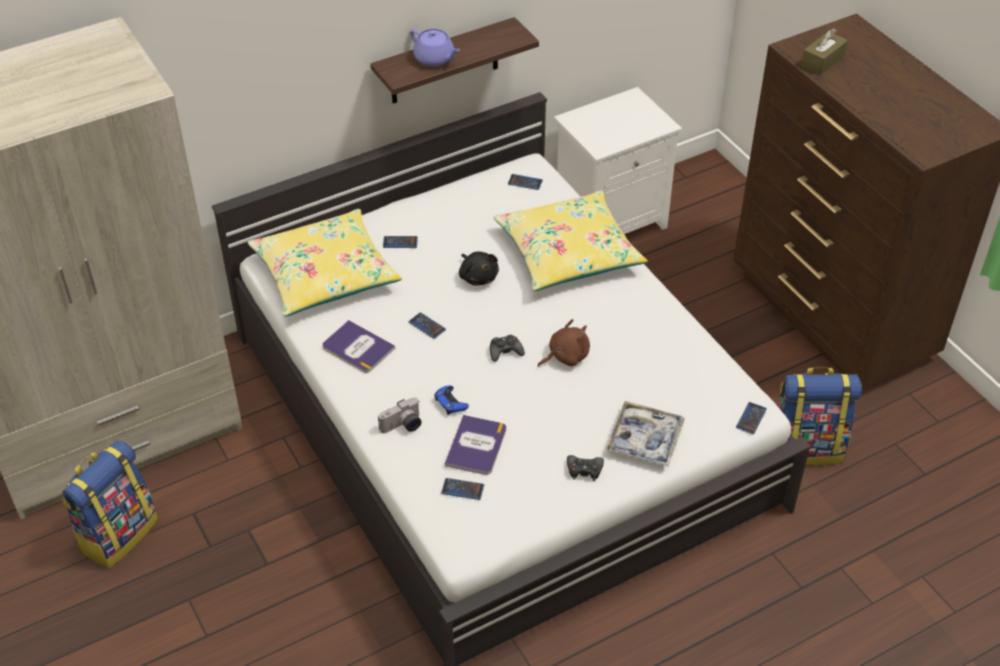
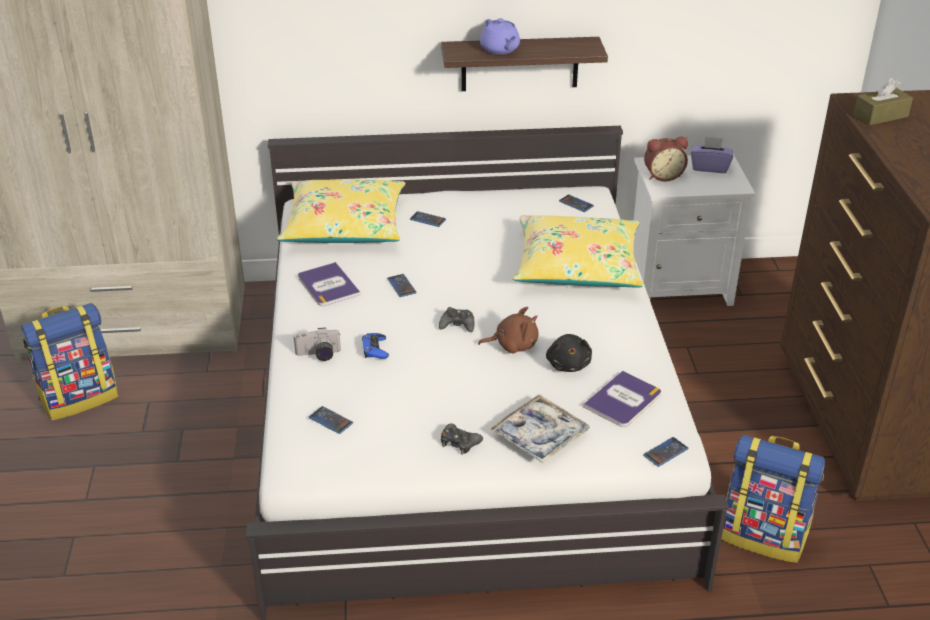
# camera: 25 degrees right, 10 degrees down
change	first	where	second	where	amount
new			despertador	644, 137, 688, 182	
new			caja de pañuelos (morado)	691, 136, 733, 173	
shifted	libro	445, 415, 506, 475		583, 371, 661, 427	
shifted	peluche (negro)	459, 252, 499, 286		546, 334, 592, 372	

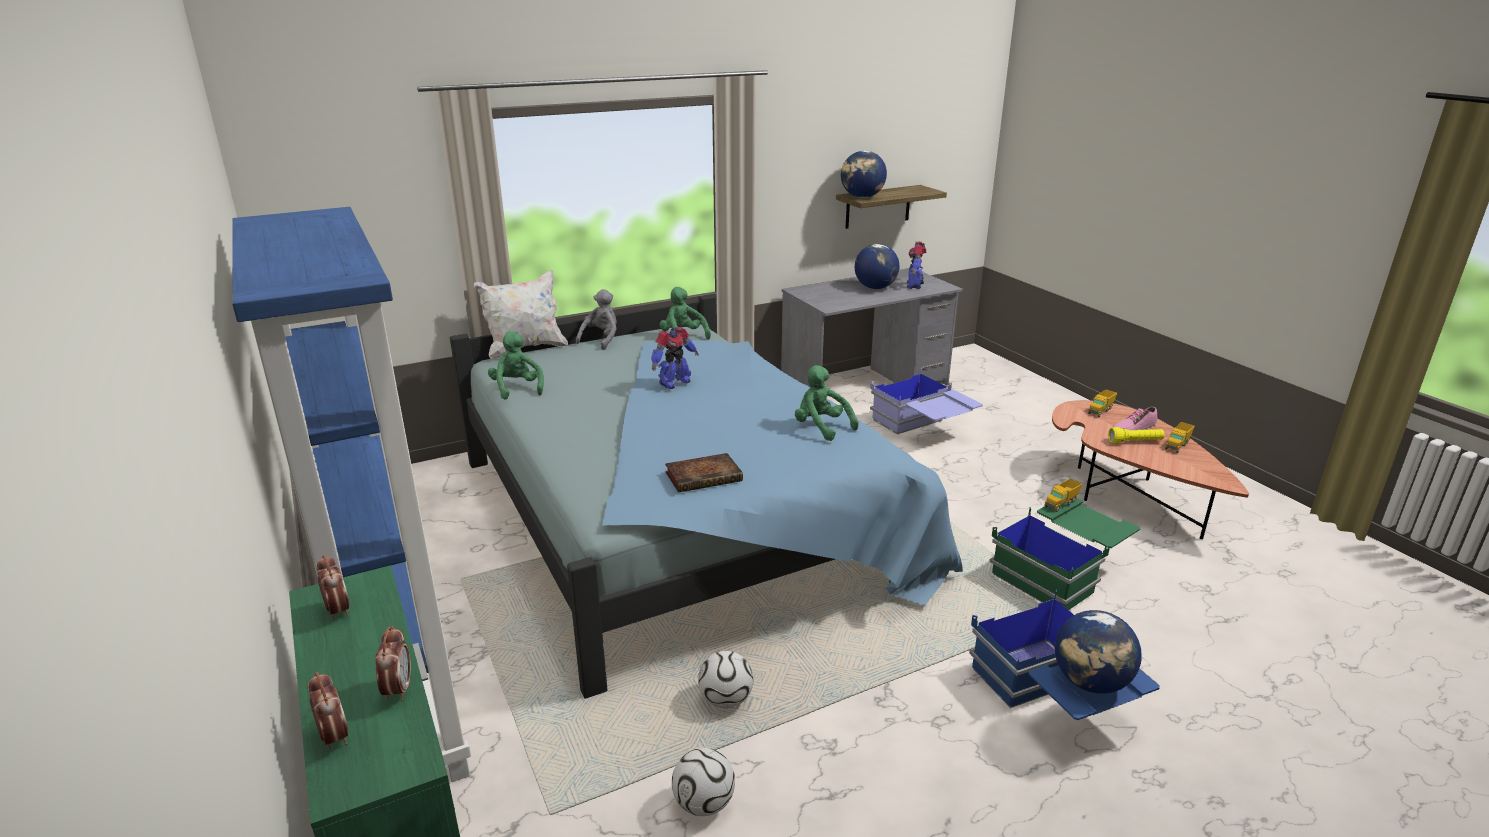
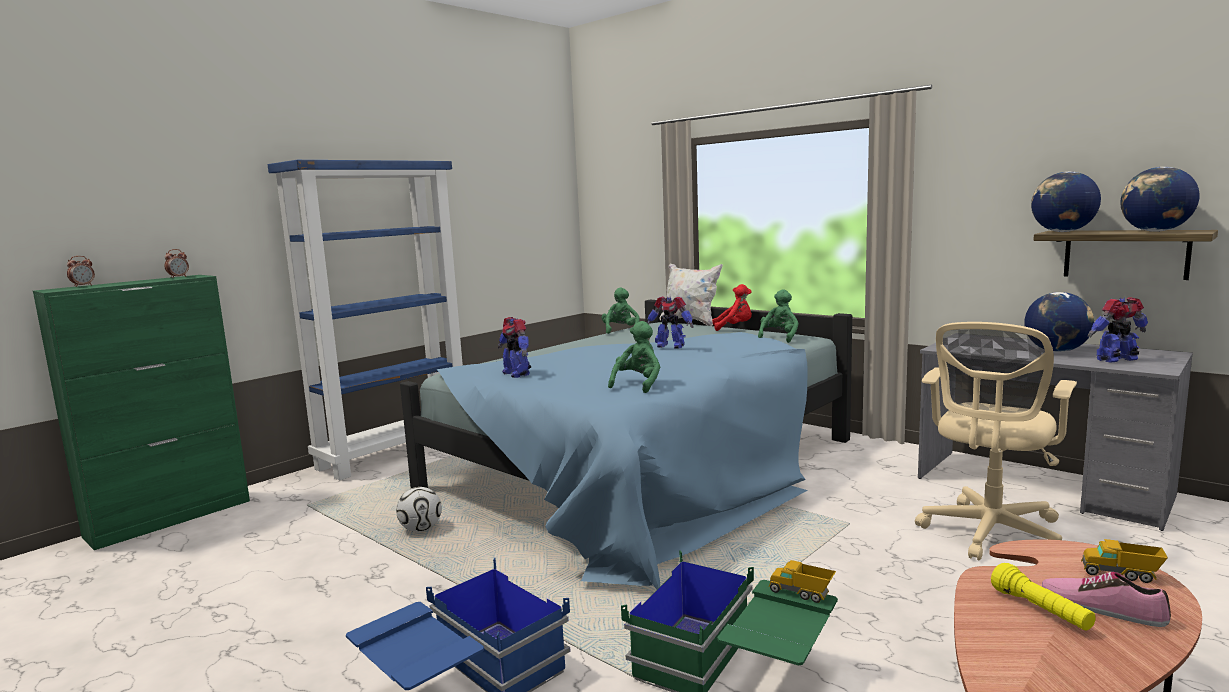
# camera: 70 degrees right, 15 degrees down
change	first	where	second	where	amount
gone	despertador	375, 626, 411, 701			
gone	balón de fútbol	672, 748, 735, 816			
gone	camión de juguete	1165, 422, 1195, 453			
shifted	globo terráqueo	1055, 610, 1142, 694		1120, 167, 1200, 232	
swapped	libro	665, 453, 743, 493	robot de juguete	498, 317, 531, 378	
swapped	caja de almacenaje (azul)	870, 368, 983, 434	silla de oficina (beis)	915, 322, 1077, 561	
repainted	peluche (gris)	576, 289, 617, 350	peluche (rojo)	712, 284, 752, 331	
rotated	peluche (verde)	488, 332, 544, 400		601, 287, 640, 334	45 degrees counterclockwise

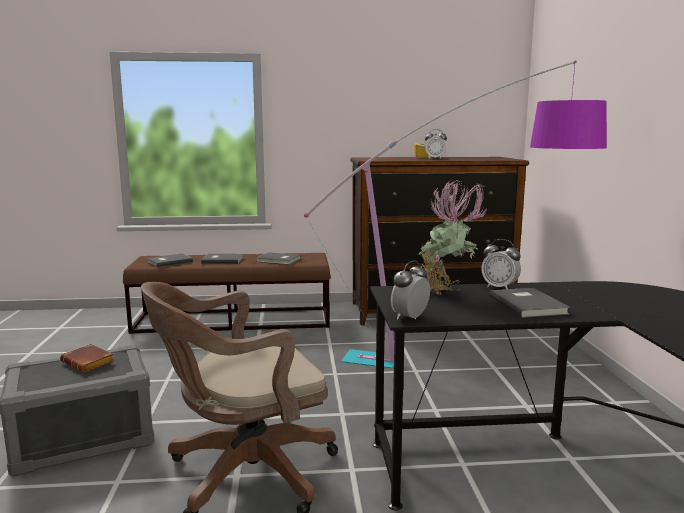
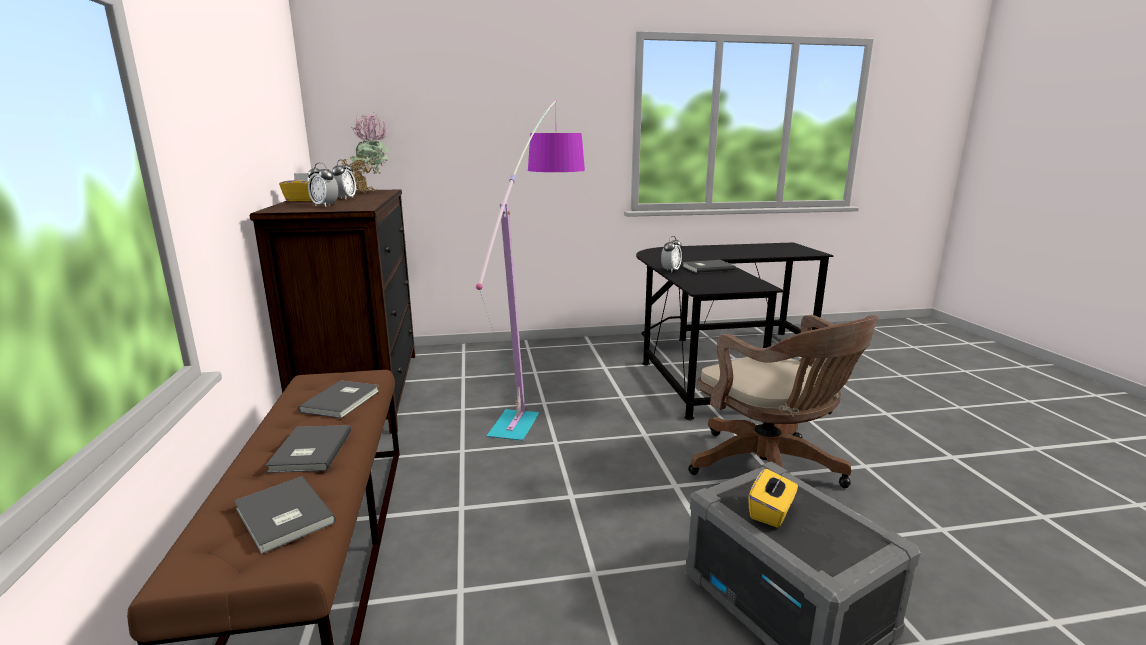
# camera: 95 degrees left, 5 degrees up
change	first	where	second	where	amount
shifted	despertador	391, 261, 430, 320		308, 162, 338, 207	
shifted	planta en maceta	419, 180, 488, 295		340, 112, 390, 193	
swapped	libro (marrón)	60, 344, 115, 373	caja de pañuelos (amarillo)	748, 469, 798, 528	

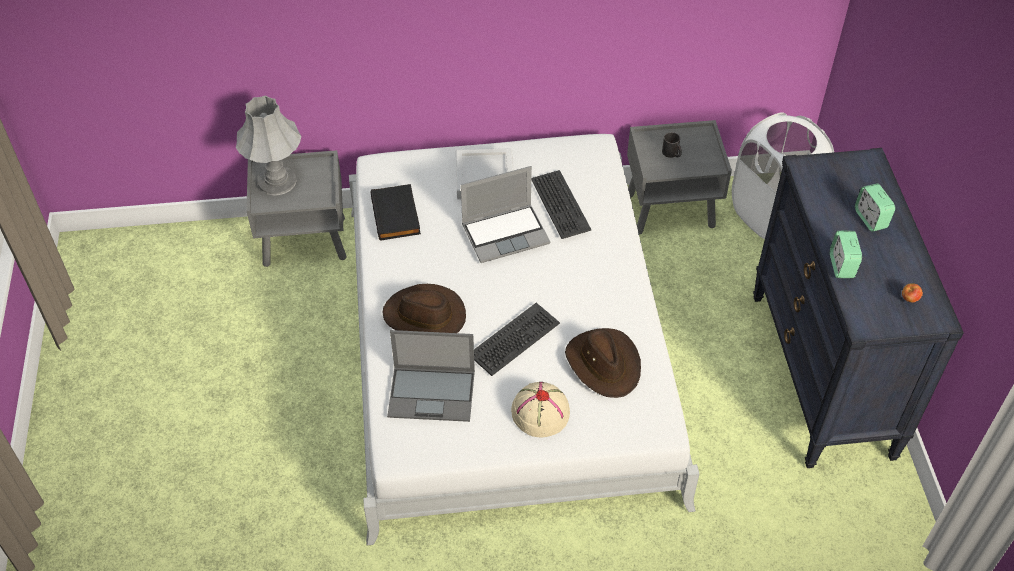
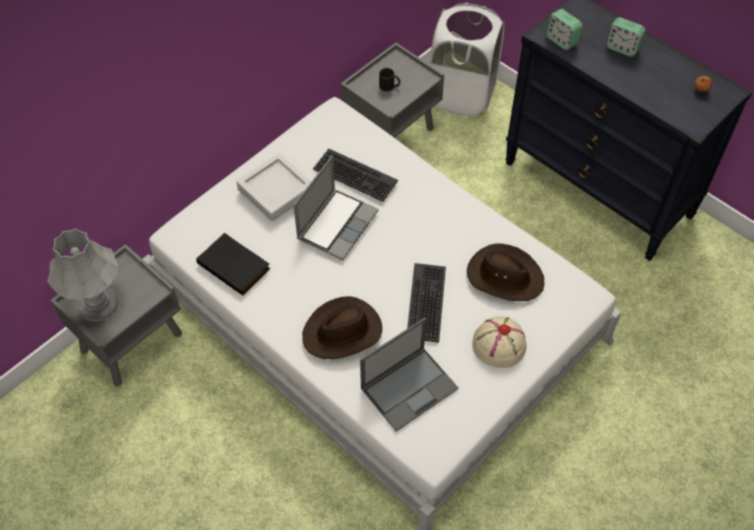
# camera: 40 degrees left, 5 degrees up
change	first	where	second	where	amount
shifted	despertador	830, 231, 862, 278		545, 9, 582, 50	

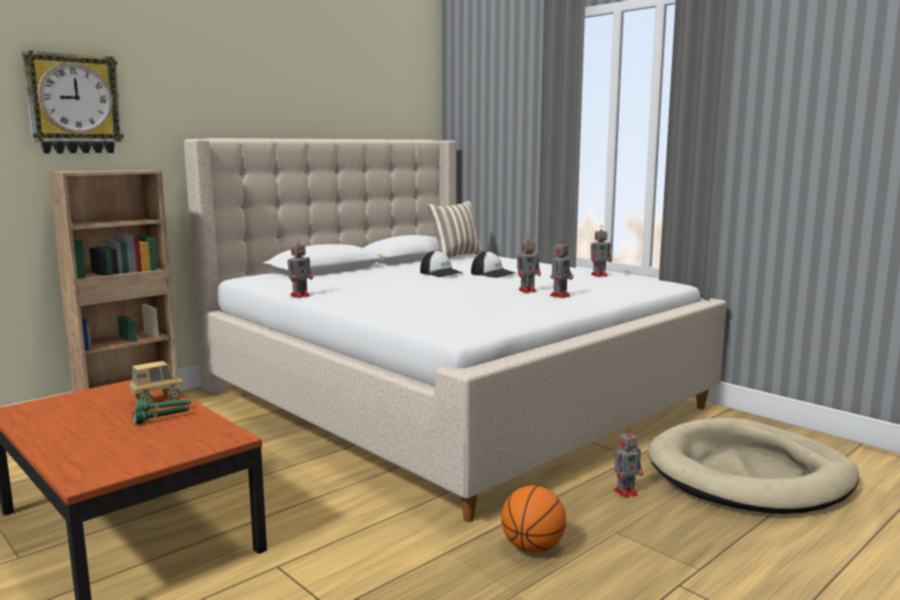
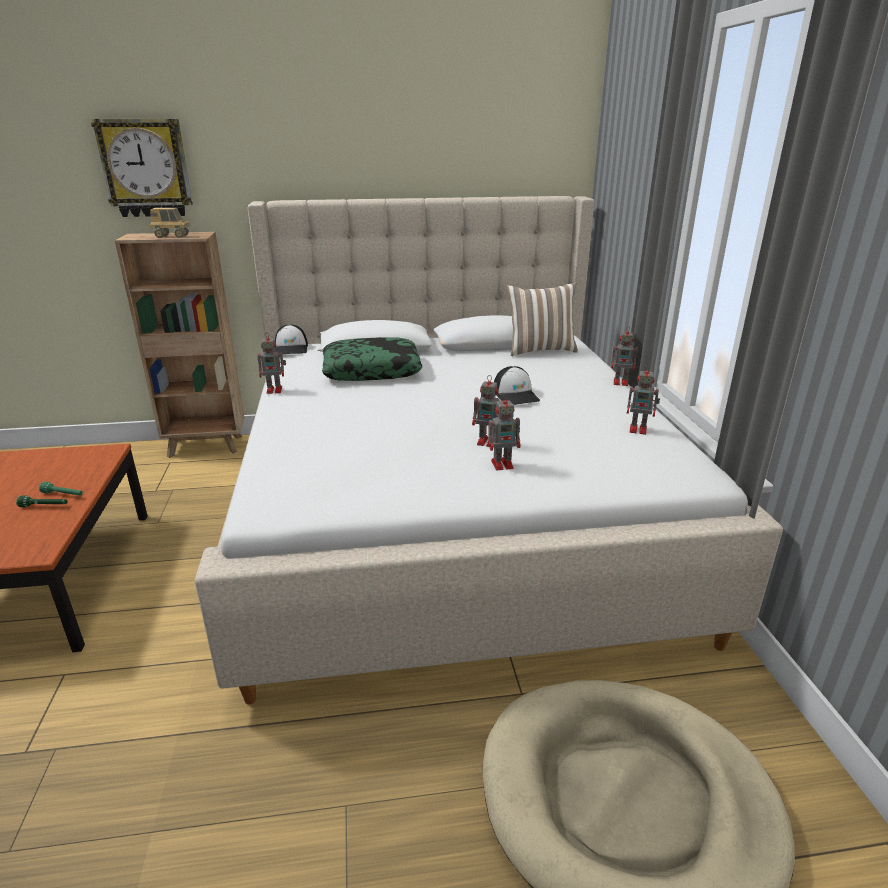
# camera: 35 degrees right, 15 degrees up
change	first	where	second	where	amount
gone	balón de baloncesto	501, 485, 566, 553			
new			cojín	322, 337, 422, 381	
shifted	camión de juguete	130, 361, 183, 403		150, 208, 190, 238	
shifted	gorra	420, 250, 463, 277		275, 325, 308, 354	
shifted	robot de juguete	614, 428, 643, 498		611, 326, 638, 386	

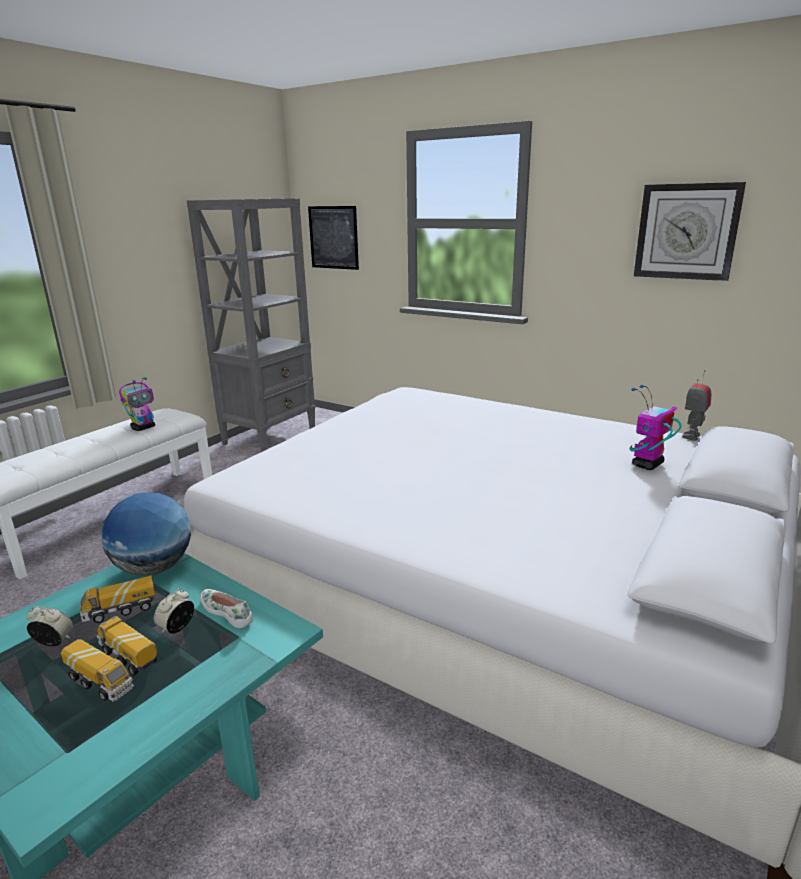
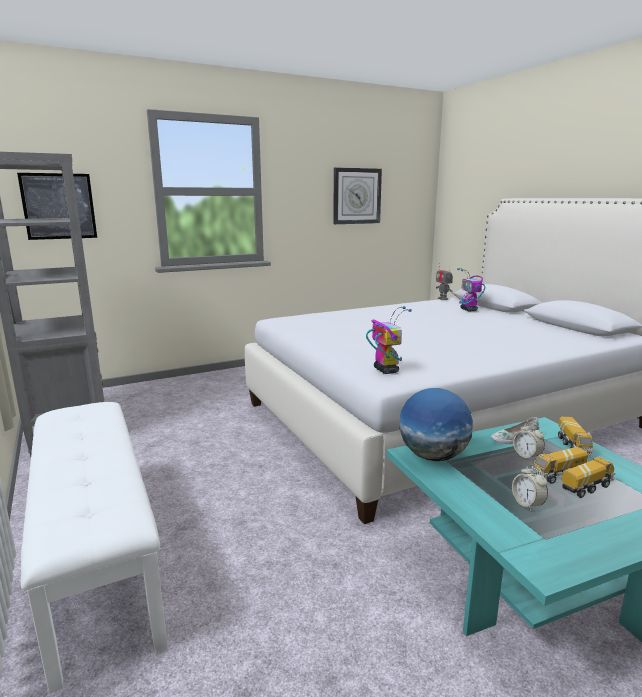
# camera: 60 degrees left, 5 degrees down
change	first	where	second	where	amount
shifted	camión de juguete	80, 576, 155, 623		558, 417, 594, 457	
shifted	robot de juguete	119, 377, 155, 431		366, 306, 412, 374	
rotated	despertador	26, 606, 73, 647		512, 464, 548, 511	60 degrees counterclockwise

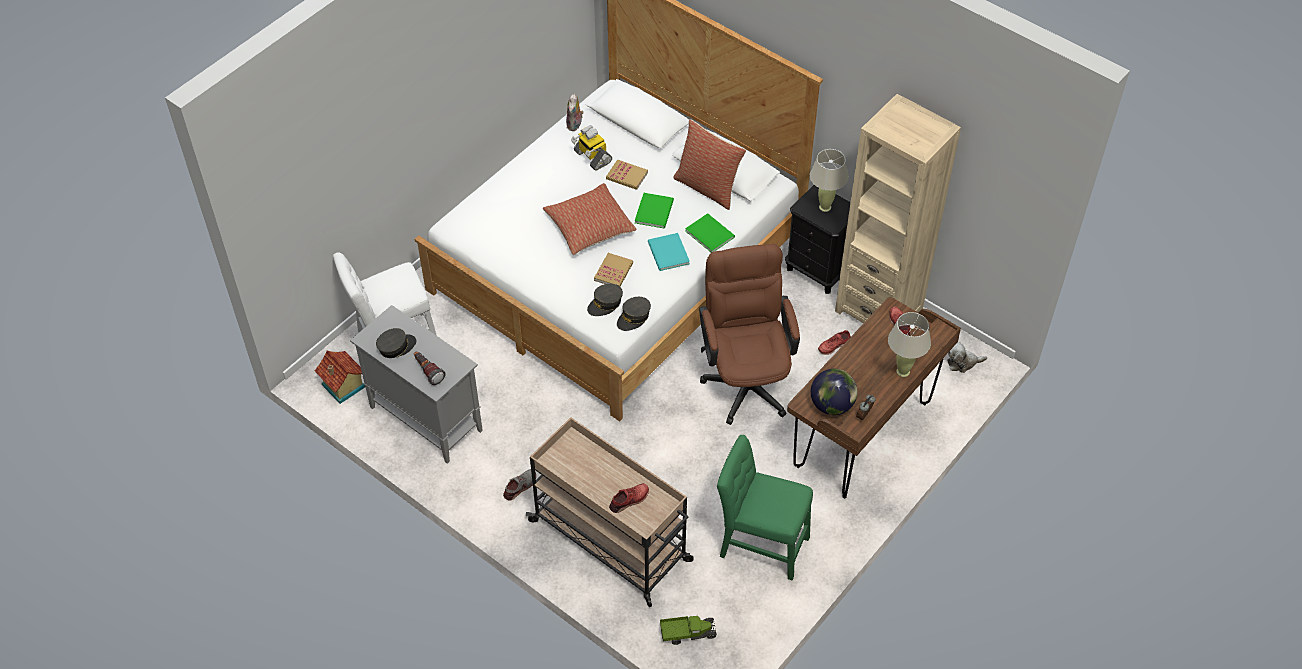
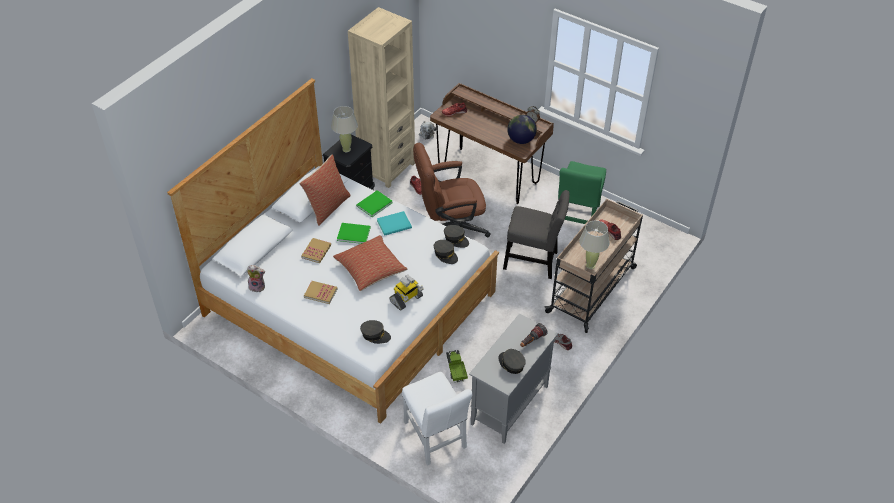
# camera: 95 degrees left, 5 degrees down
change	first	where	second	where	amount
gone	casita	314, 350, 365, 404			
new			gorra (gris)	360, 320, 391, 344	
new			silla (gris)	503, 190, 569, 279	
shifted	robot de juguete	571, 125, 612, 171		389, 275, 424, 311	
shifted	libro	594, 253, 633, 286		304, 281, 338, 304	
shifted	camión de juguete	660, 614, 717, 645		446, 350, 468, 382	
shifted	lámpara de mesa (beis)	888, 312, 931, 377		579, 220, 610, 269	

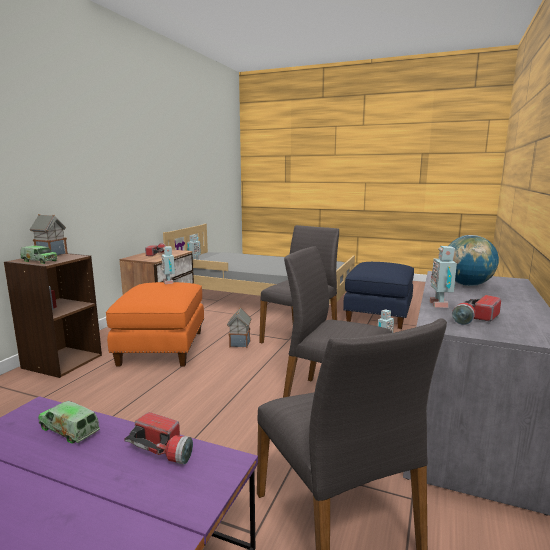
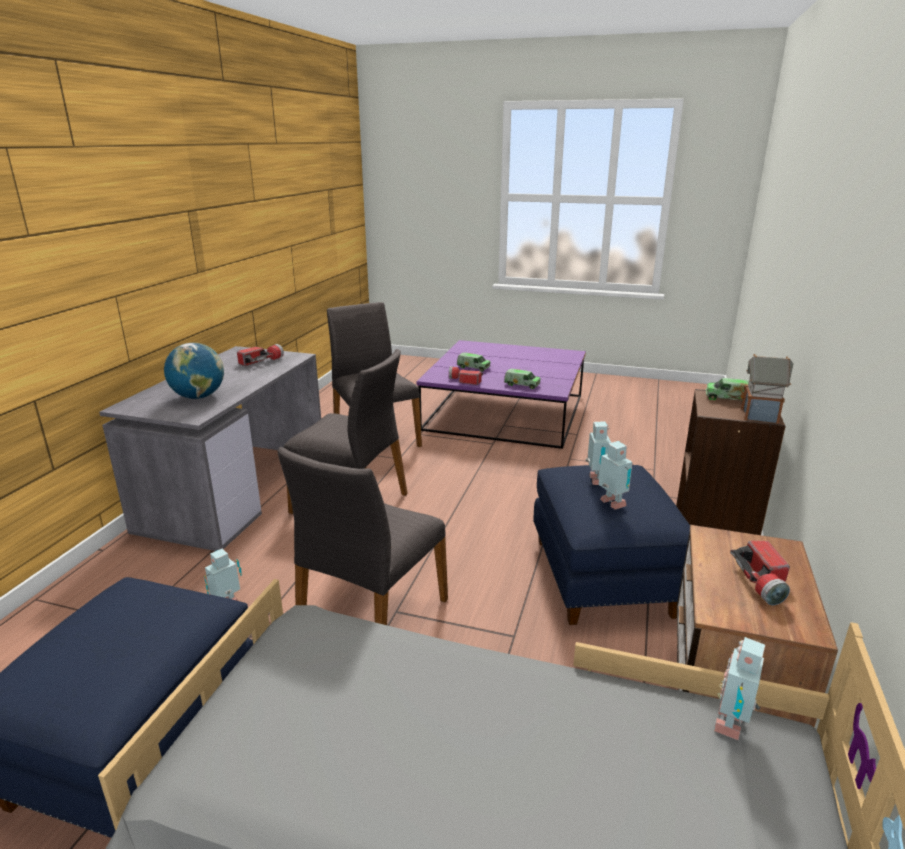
# camera: 175 degrees right, 10 degrees up
change	first	where	second	where	amount
gone	casita	227, 307, 251, 348			
new			camión de juguete	457, 352, 490, 371	
shifted	robot de juguete	430, 246, 457, 308		585, 421, 612, 485	
repainted	puf (naranja)	106, 282, 204, 366	puf (azul)	533, 465, 690, 625	

